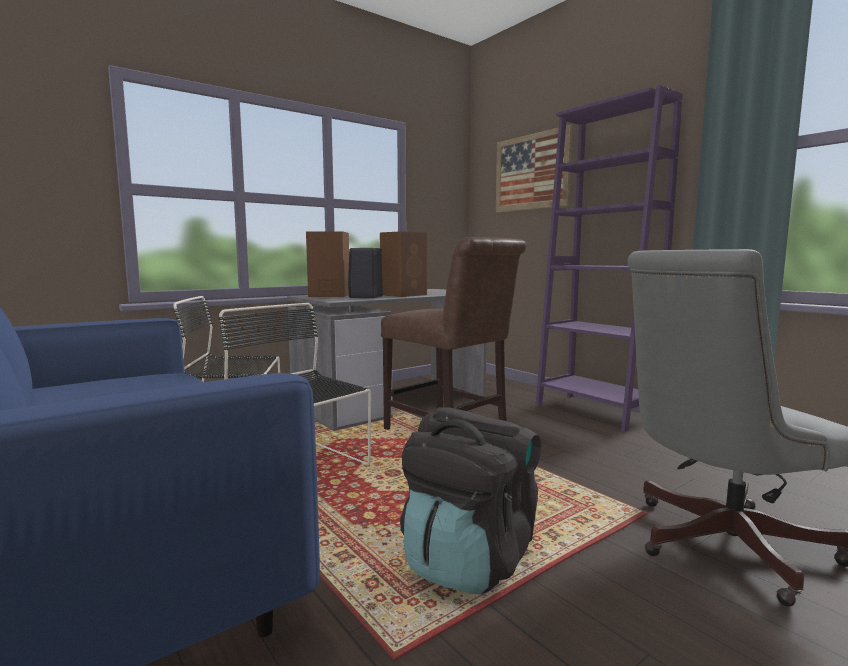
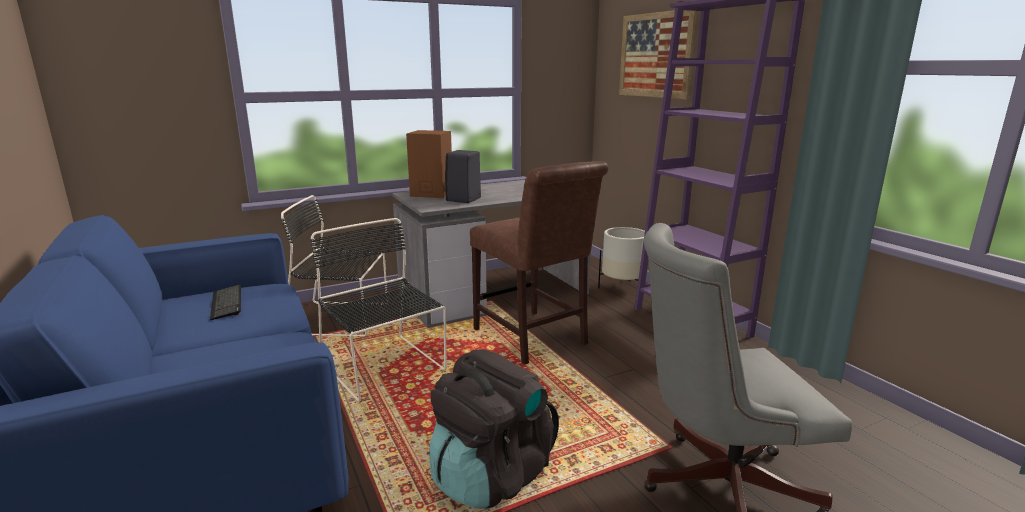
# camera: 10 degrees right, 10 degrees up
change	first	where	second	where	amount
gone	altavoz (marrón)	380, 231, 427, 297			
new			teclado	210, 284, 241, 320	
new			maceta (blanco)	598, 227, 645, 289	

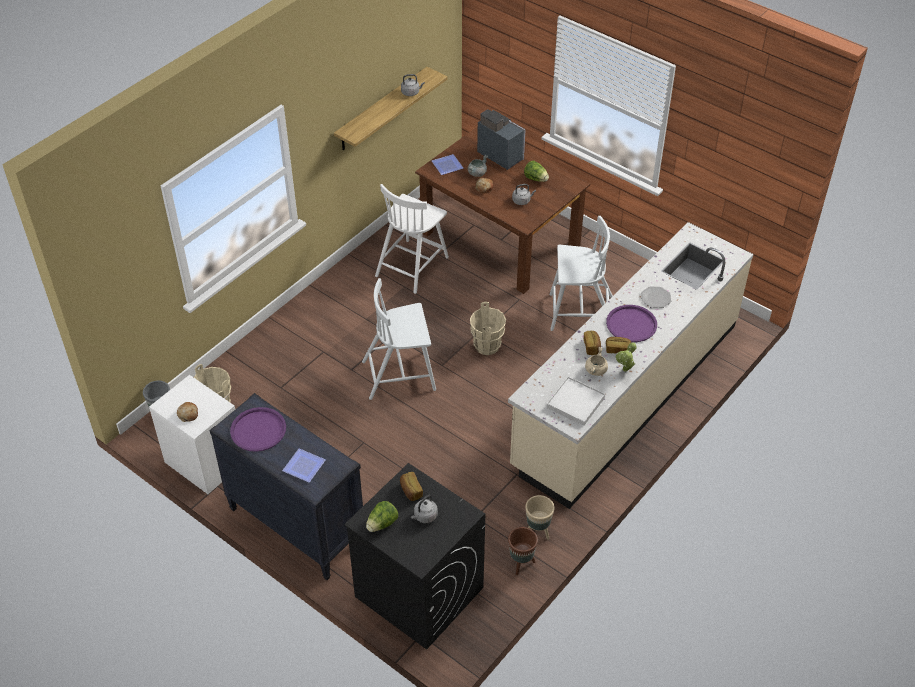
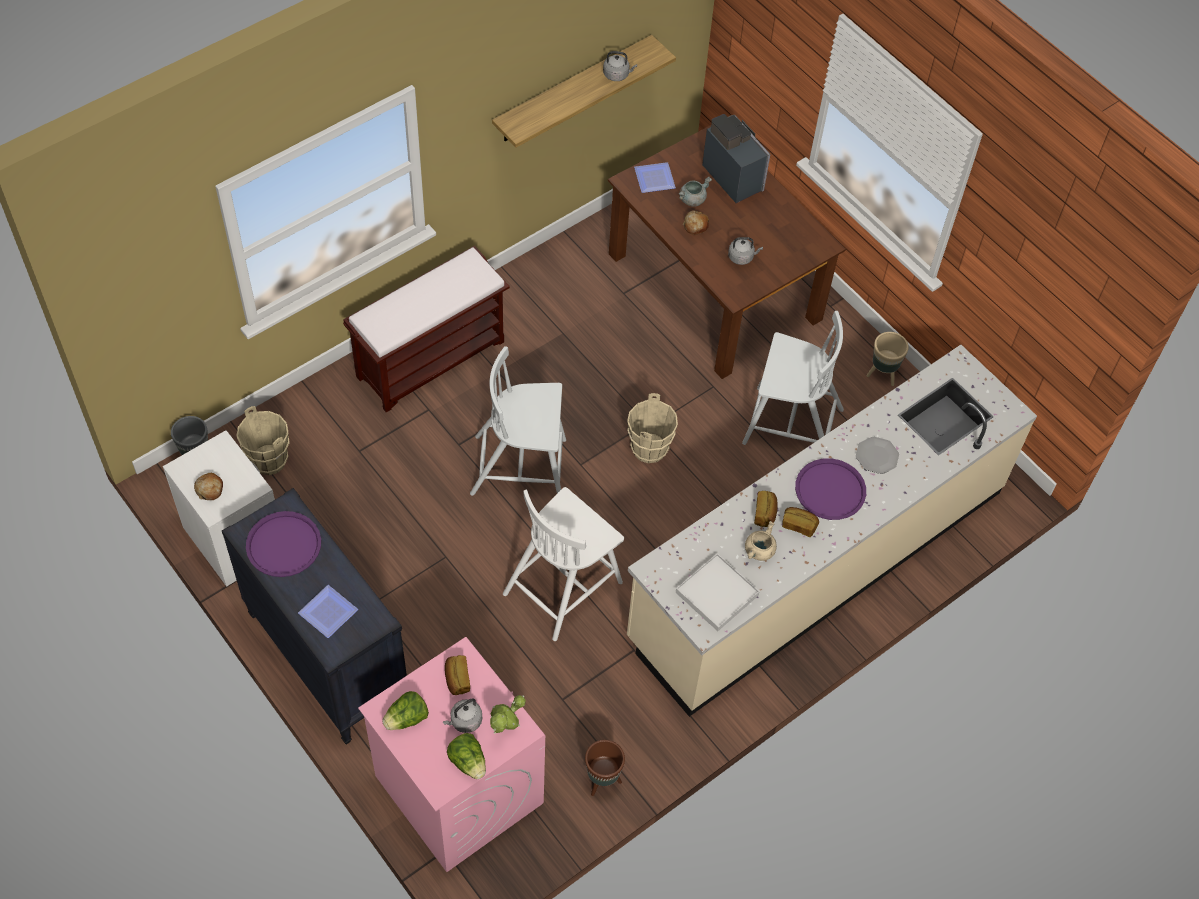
# camera: 10 degrees right, 10 degrees up
change	first	where	second	where	amount
new			banco (marrón)	343, 246, 510, 412	
shifted	silla (blanco)	375, 184, 449, 294		503, 487, 624, 641	
shifted	lechuga	524, 160, 549, 182		447, 733, 486, 779	
shifted	maceta (beis)	525, 495, 555, 540		866, 332, 909, 386	
shifted	planta en maceta	616, 342, 637, 372		490, 695, 526, 734	
repainted	lavadora (negro)	344, 463, 485, 650	lavadora (rosa)	358, 637, 545, 872	

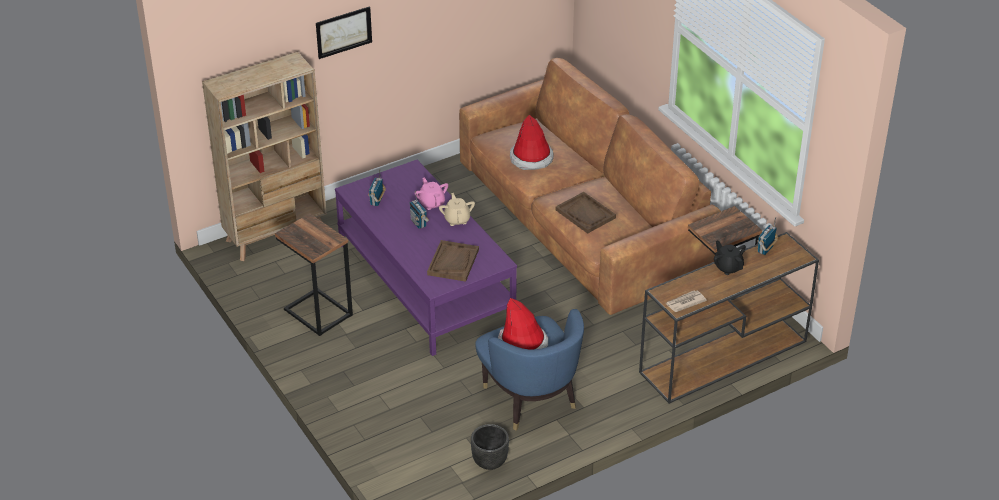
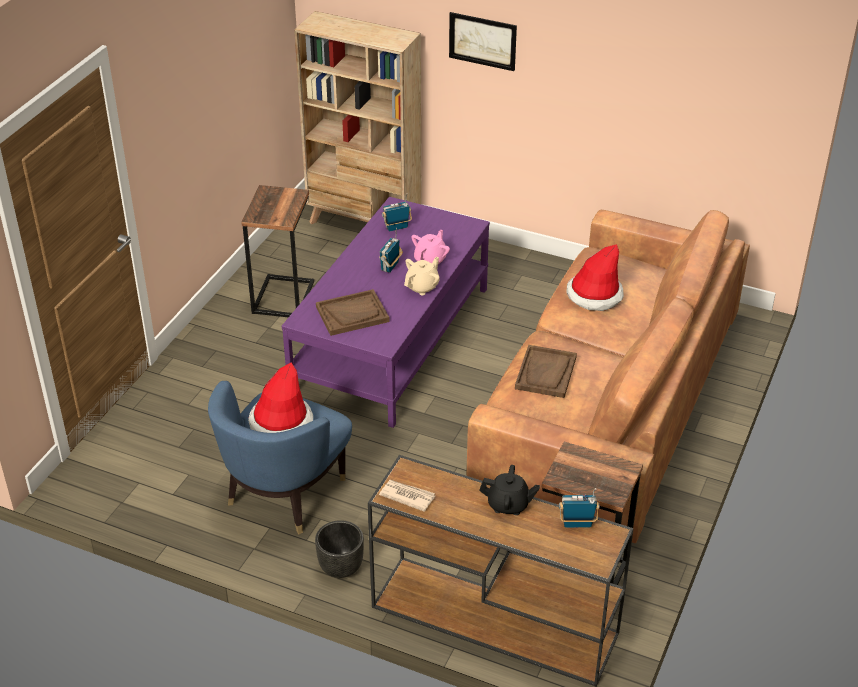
# camera: 55 degrees right, 0 degrees up
change	first	where	second	where	amount
shifted	maceta (negro)	471, 424, 509, 470		315, 520, 364, 578	
rotated	tetera (negro)	714, 240, 746, 275		479, 465, 540, 515	75 degrees clockwise

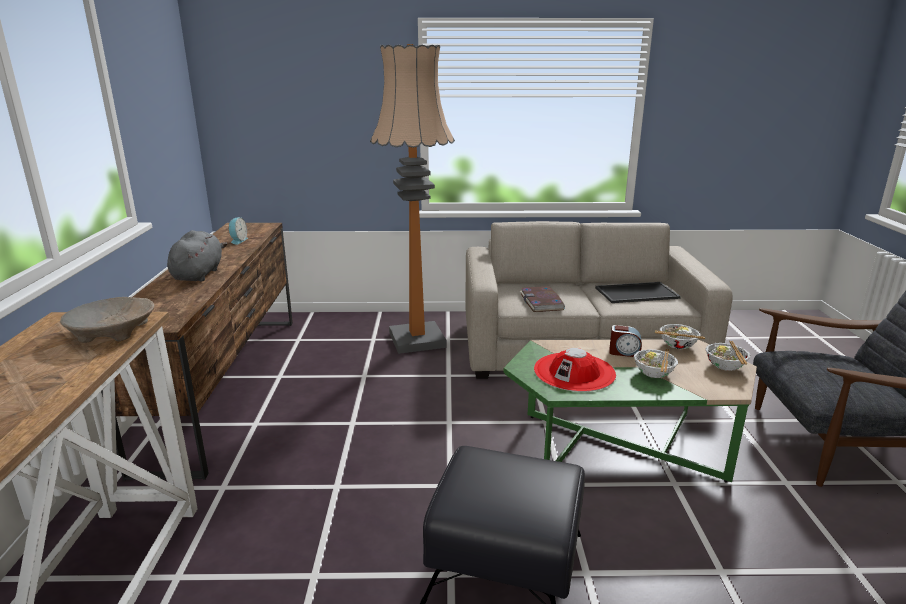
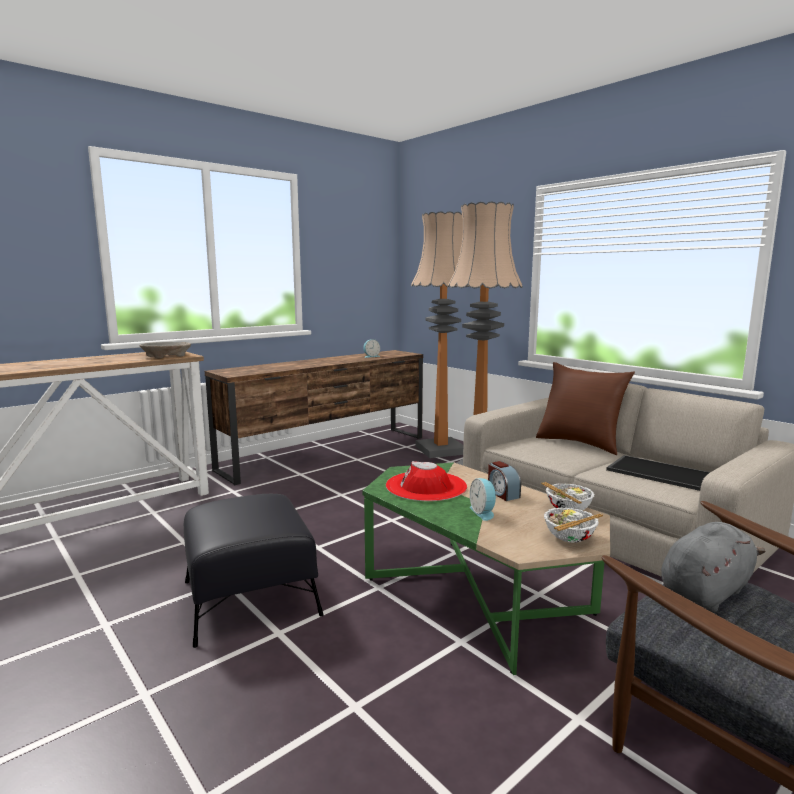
# camera: 50 degrees right, 10 degrees down
change	first	where	second	where	amount
gone	libro	520, 286, 565, 312			
new			lámpara de pie	411, 211, 463, 458	
new			cojín (marrón)	536, 362, 635, 455	
shifted	peluche (gris)	167, 230, 227, 282		661, 522, 766, 612	
swapped	cuenco	634, 349, 678, 378	despertador	470, 478, 497, 521	

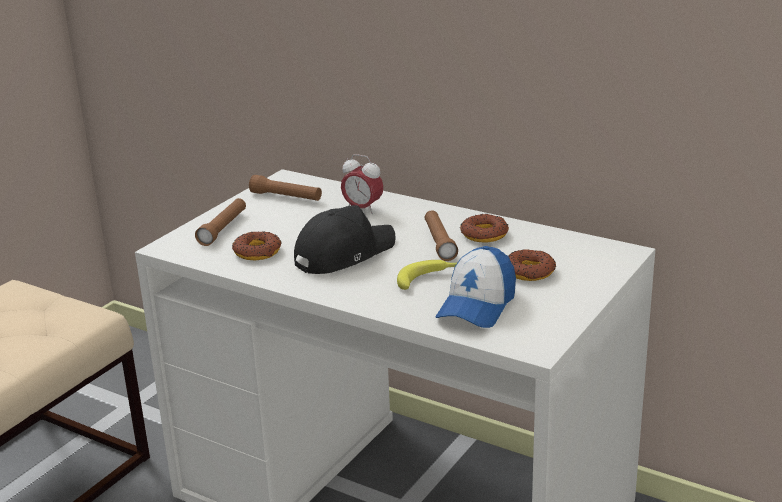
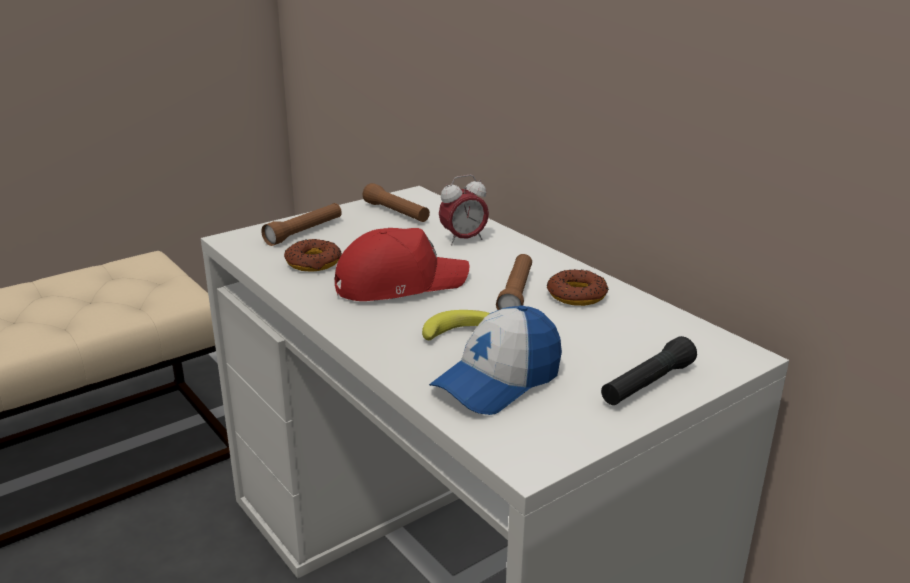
# camera: 20 degrees right, 0 degrees up
change	first	where	second	where	amount
gone	rosquilla	509, 249, 556, 281			
new			linterna (negro)	601, 336, 697, 405	
repainted	gorra (negro)	294, 205, 396, 274	gorra (rojo)	335, 228, 469, 301	
rotated	despertador	341, 154, 383, 214		439, 175, 489, 246	75 degrees counterclockwise

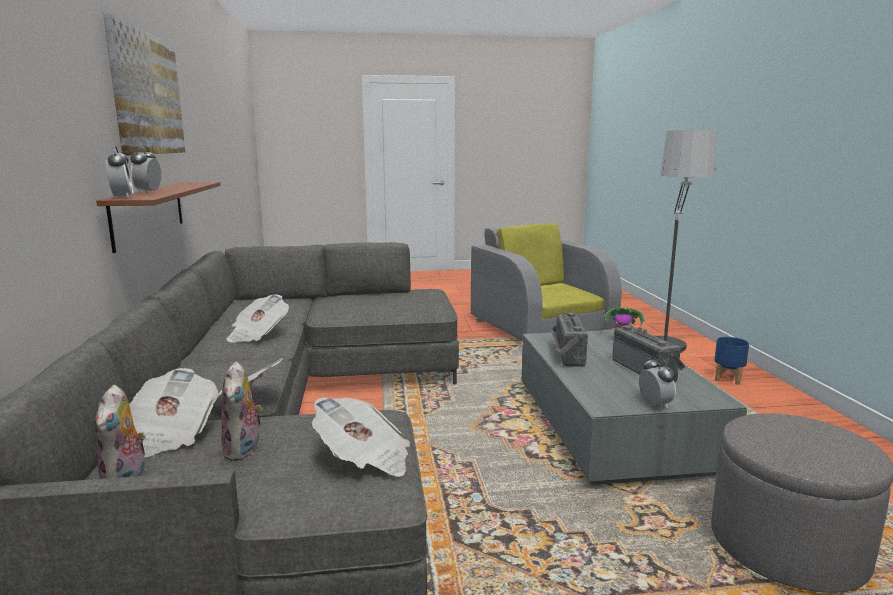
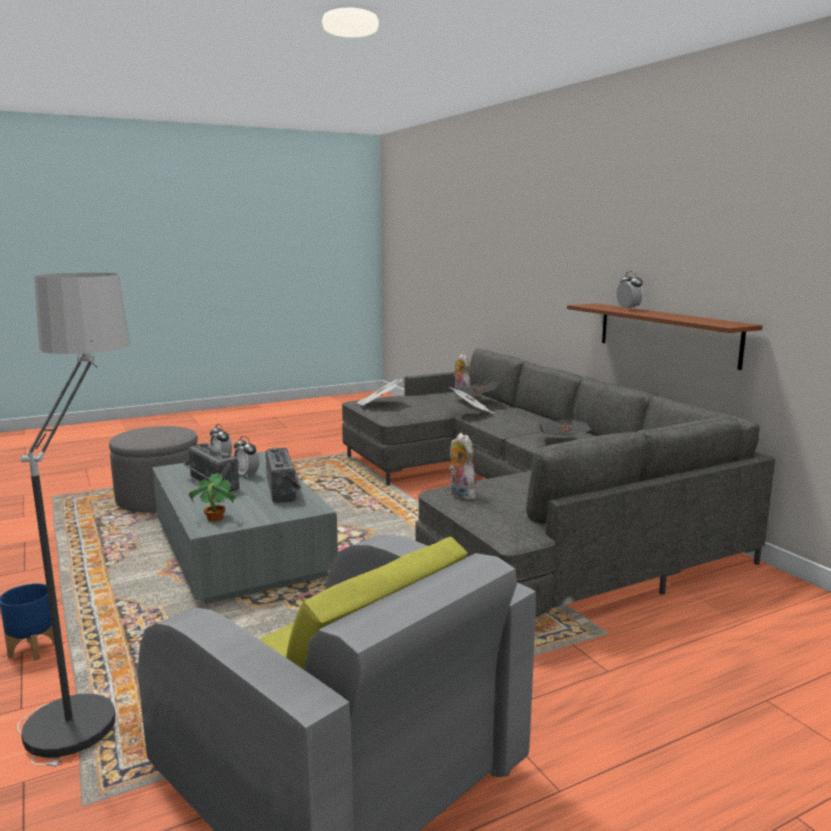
# camera: 160 degrees right, 0 degrees up
change	first	where	second	where	amount
gone	cuadro	103, 13, 185, 156			
shifted	despertador	105, 146, 133, 198		233, 436, 259, 478	
shifted	peluche	221, 361, 263, 461		449, 433, 477, 500	

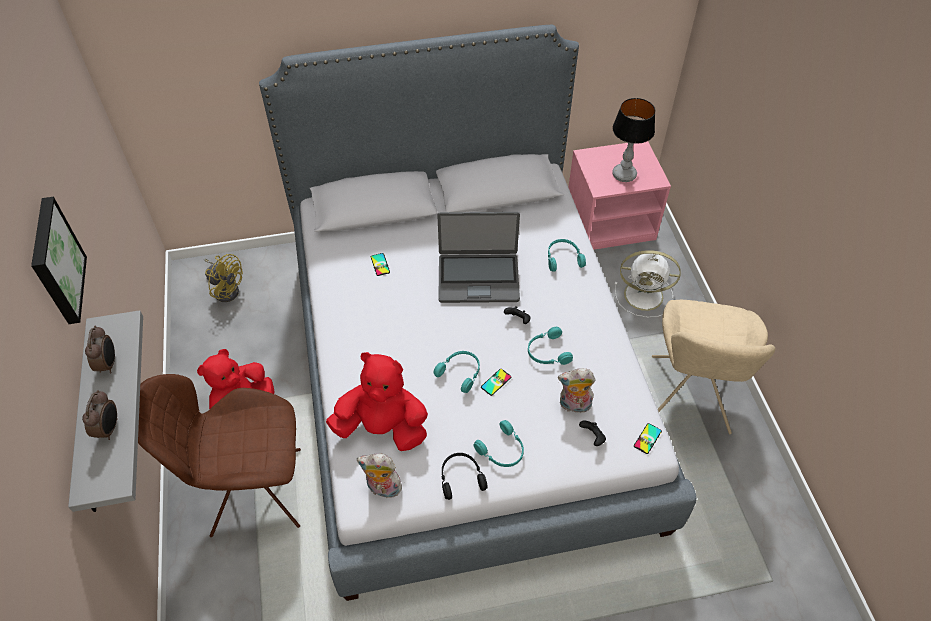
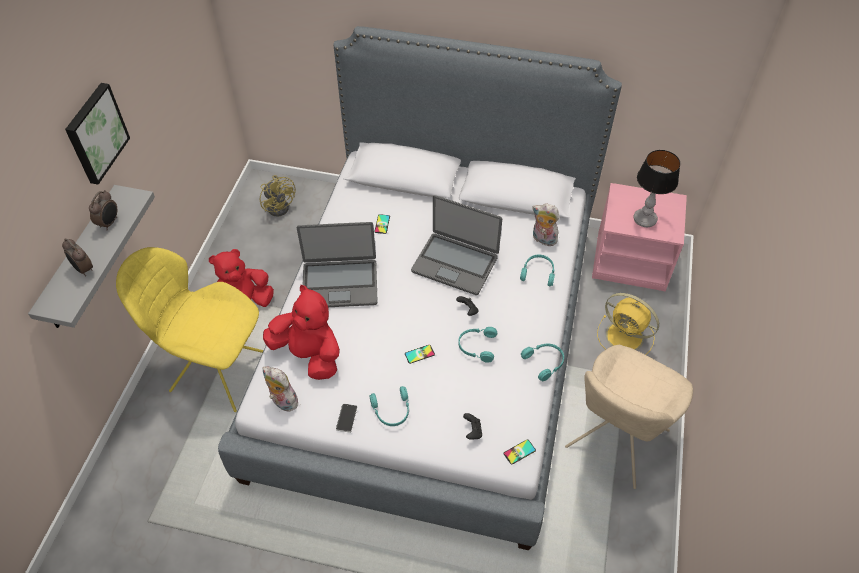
# camera: 25 degrees right, 0 degrees up
change	first	where	second	where	amount
new			portátil	297, 222, 378, 307	
shifted	auriculares (turquesa)	433, 351, 480, 393		521, 344, 564, 381	
shifted	peluche	558, 368, 596, 413		532, 204, 560, 246	
swapped	auriculares (negro)	442, 453, 488, 500	móvil	336, 404, 357, 433	
repainted	silla (marrón)	138, 374, 301, 537	silla (amarillo)	116, 247, 264, 412	
repainted	ventilador (blanco)	615, 250, 681, 318	ventilador (amarillo)	597, 293, 659, 355	
rotated	despertador	82, 390, 117, 440		62, 239, 93, 277	105 degrees clockwise

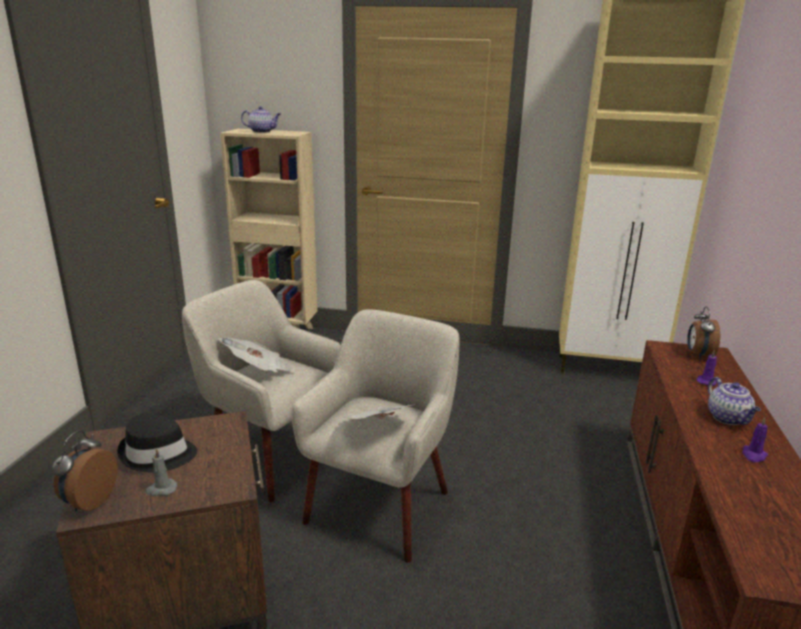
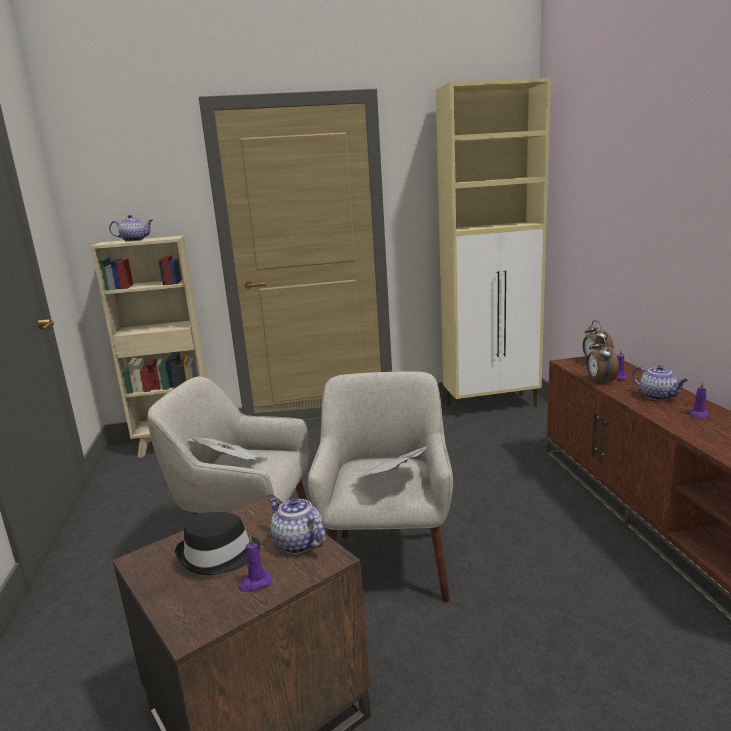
# camera: 20 degrees left, 5 degrees down
change	first	where	second	where	amount
new			tetera	268, 496, 326, 554	
shifted	despertador	52, 430, 118, 512		586, 336, 619, 385	
repainted	vela (gris)	145, 448, 178, 496	vela (morado)	239, 536, 273, 592	

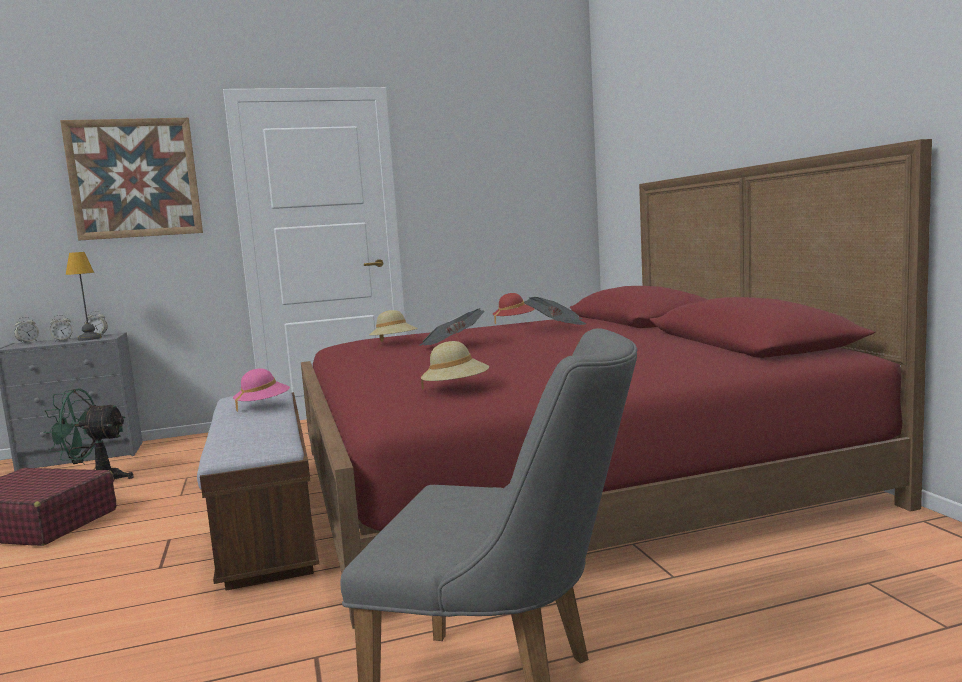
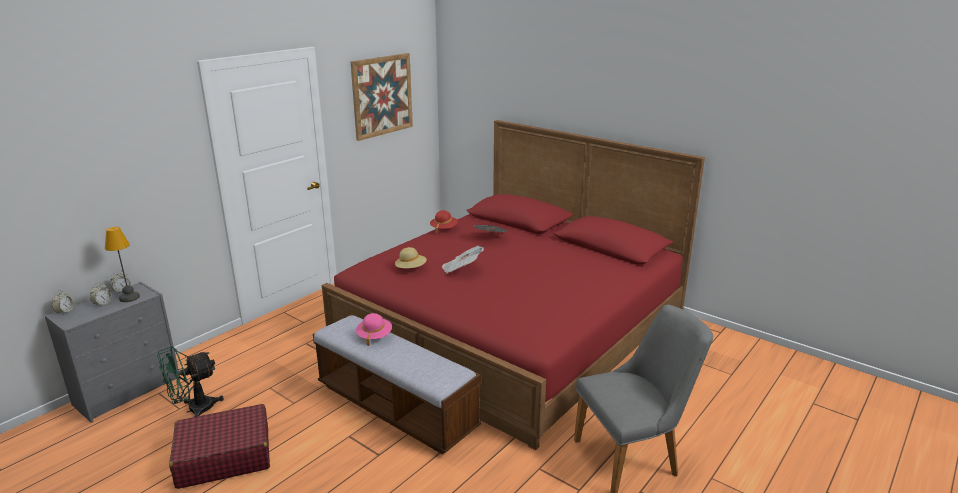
# camera: 35 degrees left, 15 degrees up
change	first	where	second	where	amount
gone	sombrero (beis)	421, 341, 489, 391			
shifted	cuadro	60, 118, 203, 240		351, 53, 413, 141	

